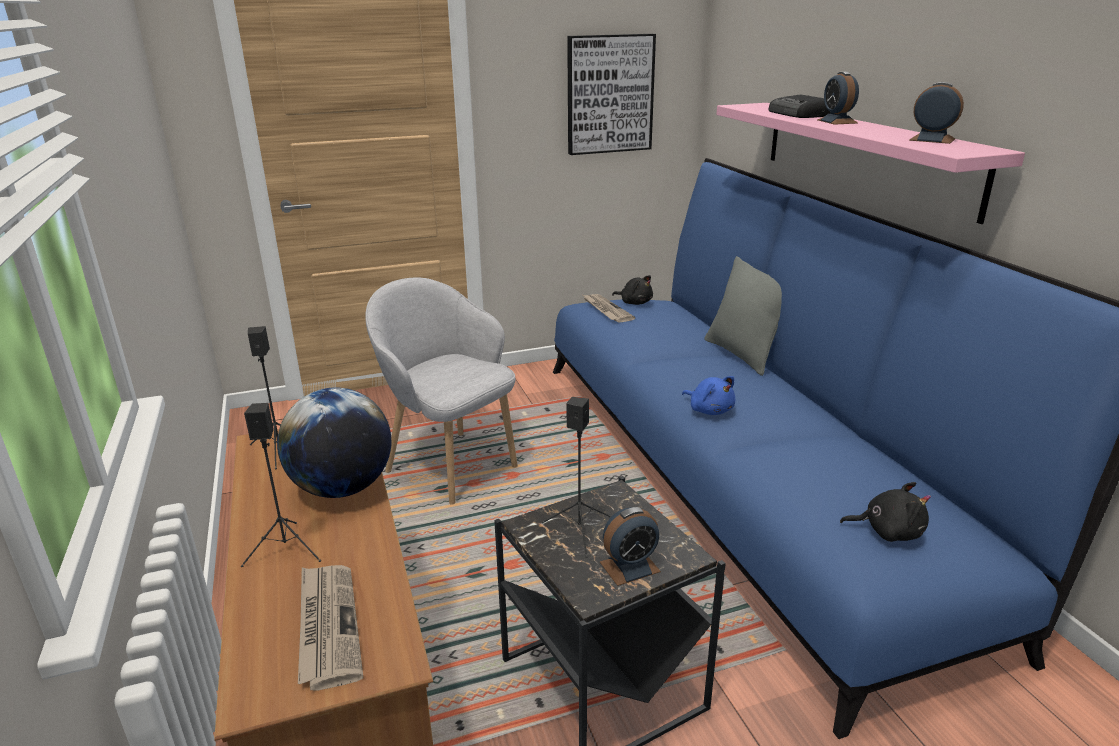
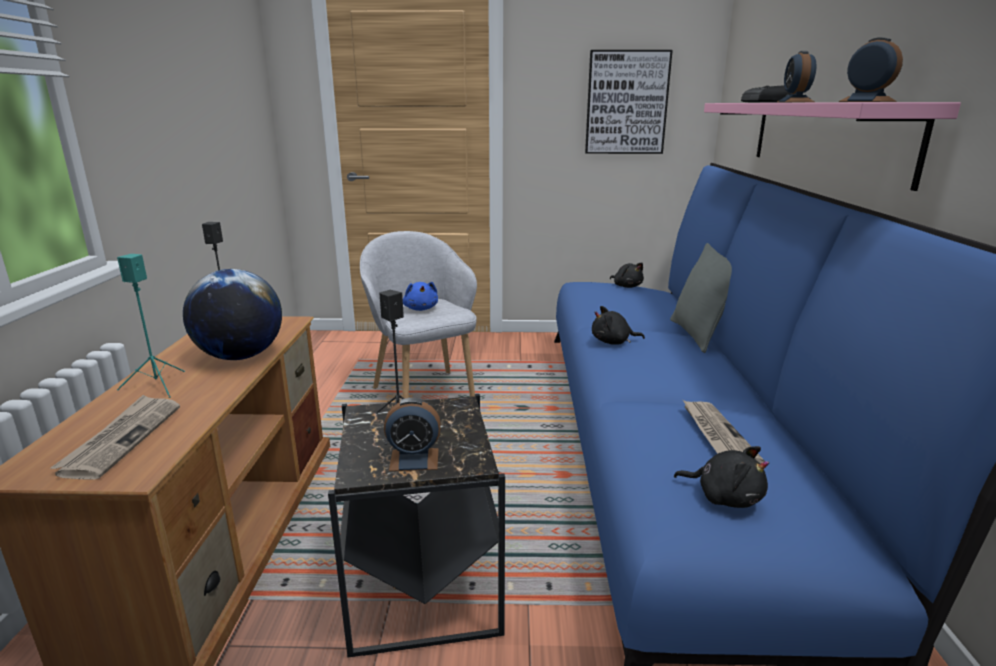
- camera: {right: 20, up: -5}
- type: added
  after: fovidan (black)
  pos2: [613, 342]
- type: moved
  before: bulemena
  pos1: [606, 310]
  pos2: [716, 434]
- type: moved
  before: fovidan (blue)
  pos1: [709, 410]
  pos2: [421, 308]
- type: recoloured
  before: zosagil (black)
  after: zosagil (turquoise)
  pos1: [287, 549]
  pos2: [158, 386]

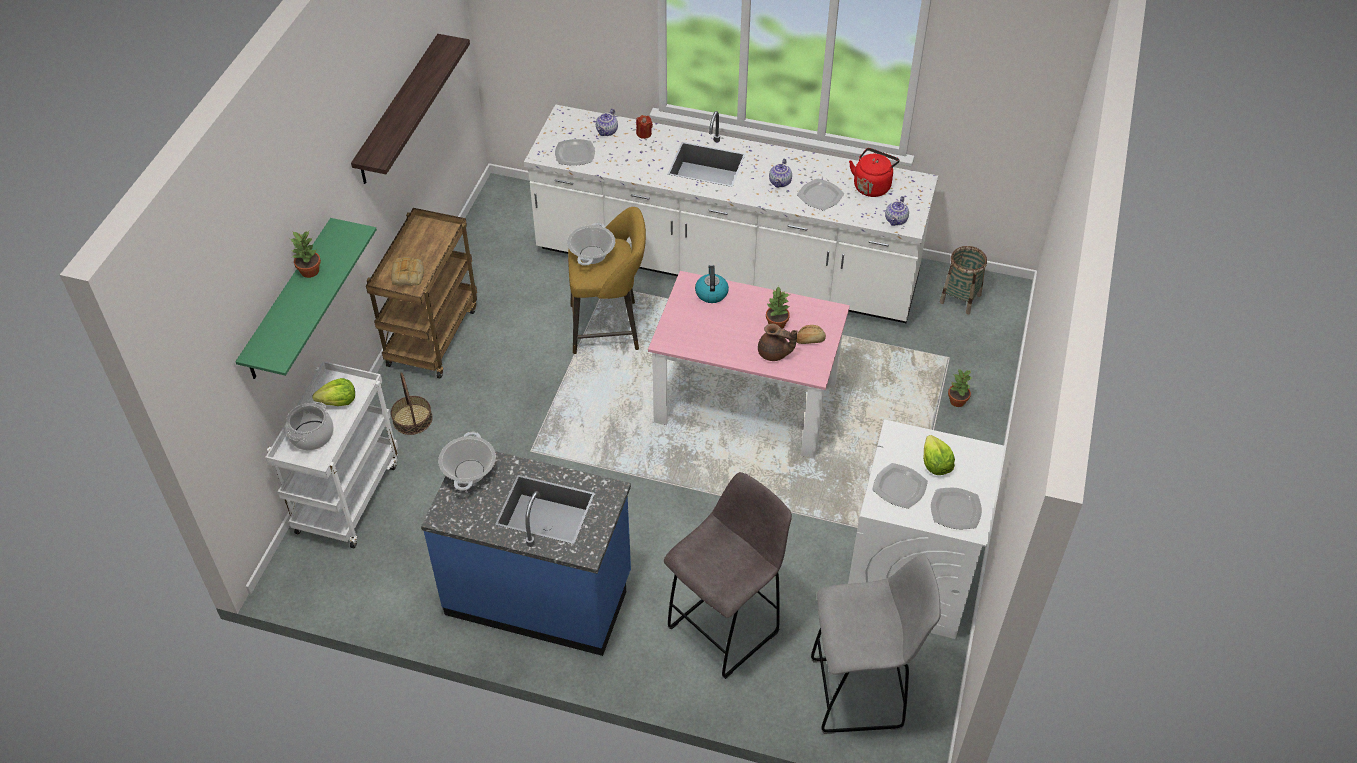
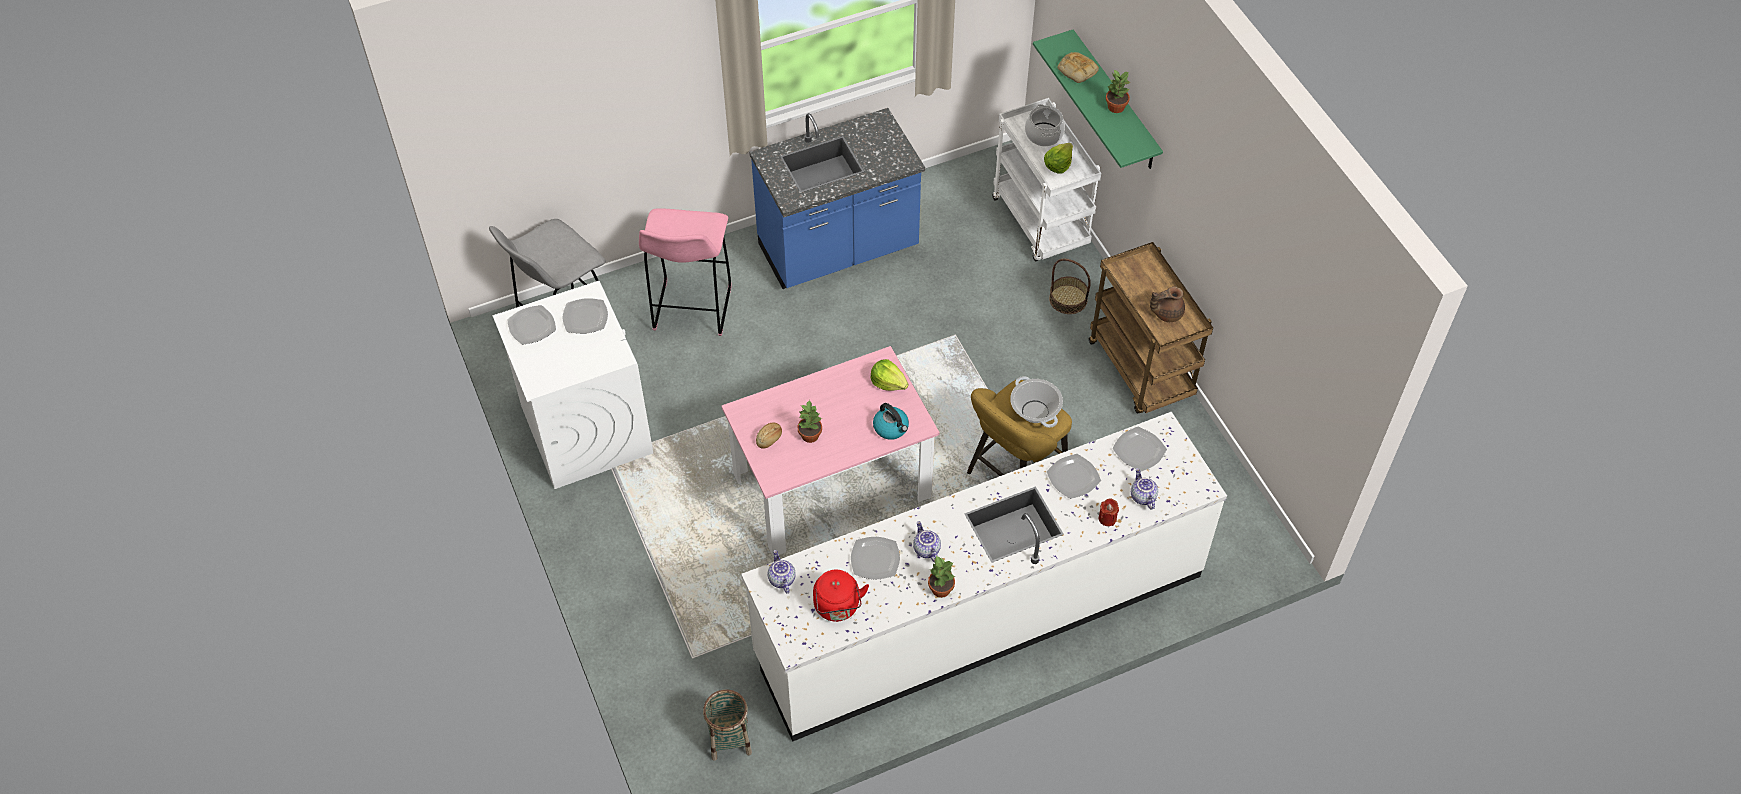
- camera: {right: 140, up: 5}
- type: removed
  before: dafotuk
  pos1: [399, 110]
- type: removed
  before: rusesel
  pos1: [470, 472]
- type: added
  after: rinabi
  pos2: [1074, 477]
- type: moved
  before: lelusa
  pos1: [408, 275]
  pos2: [1076, 70]
- type: moved
  before: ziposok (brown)
  pos1: [774, 353]
  pos2: [1166, 313]
- type: moved
  before: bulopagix
  pos1: [935, 464]
  pos2: [888, 382]
- type: moved
  before: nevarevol
  pos1: [957, 401]
  pos2: [940, 589]
- type: recoloured
  before: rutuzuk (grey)
  after: rutuzuk (pink)
  pos1: [726, 628]
  pos2: [691, 310]

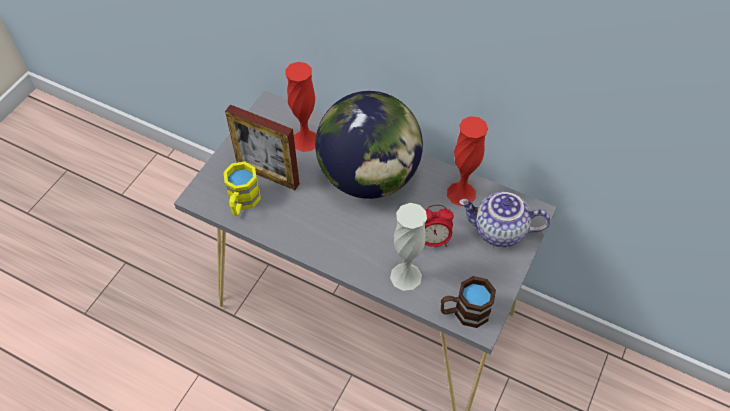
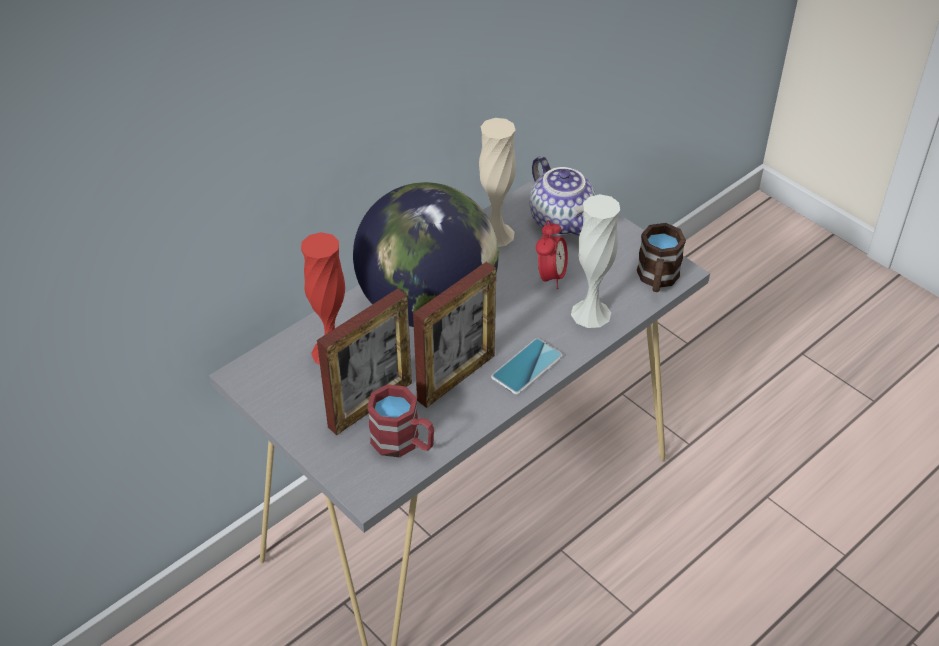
- camera: {right: -70, up: -10}
- type: added
  after: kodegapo
  pos2: [456, 378]
- type: added
  after: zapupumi
  pos2: [527, 367]
- type: recoloured
  before: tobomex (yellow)
  after: tobomex (red)
  pos1: [242, 202]
  pos2: [403, 443]
- type: recoloured
  before: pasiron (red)
  after: pasiron (beige)
  pos1: [461, 193]
  pos2: [495, 234]
- type: turned
  before: ziposok
  pos1: [499, 231]
  pos2: [563, 221]
  turn: -60

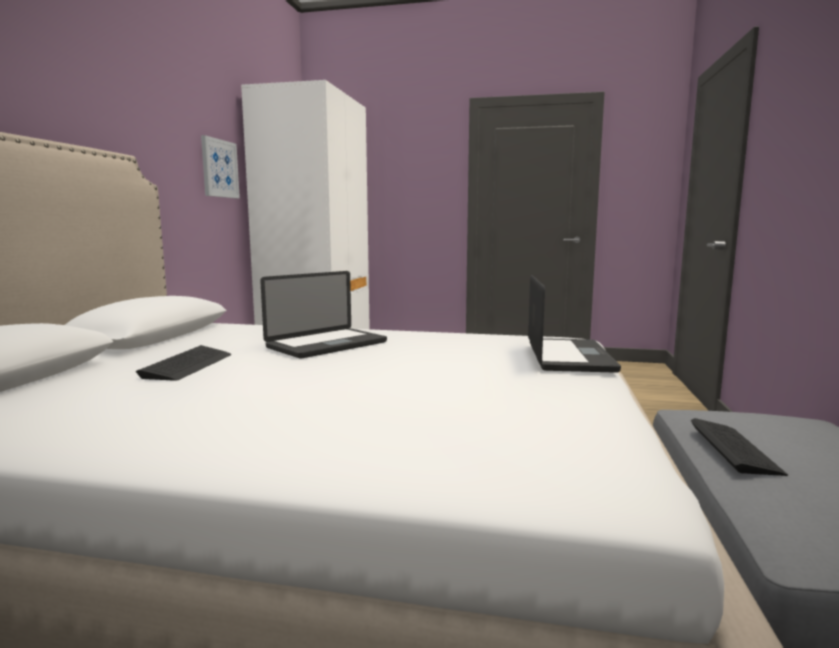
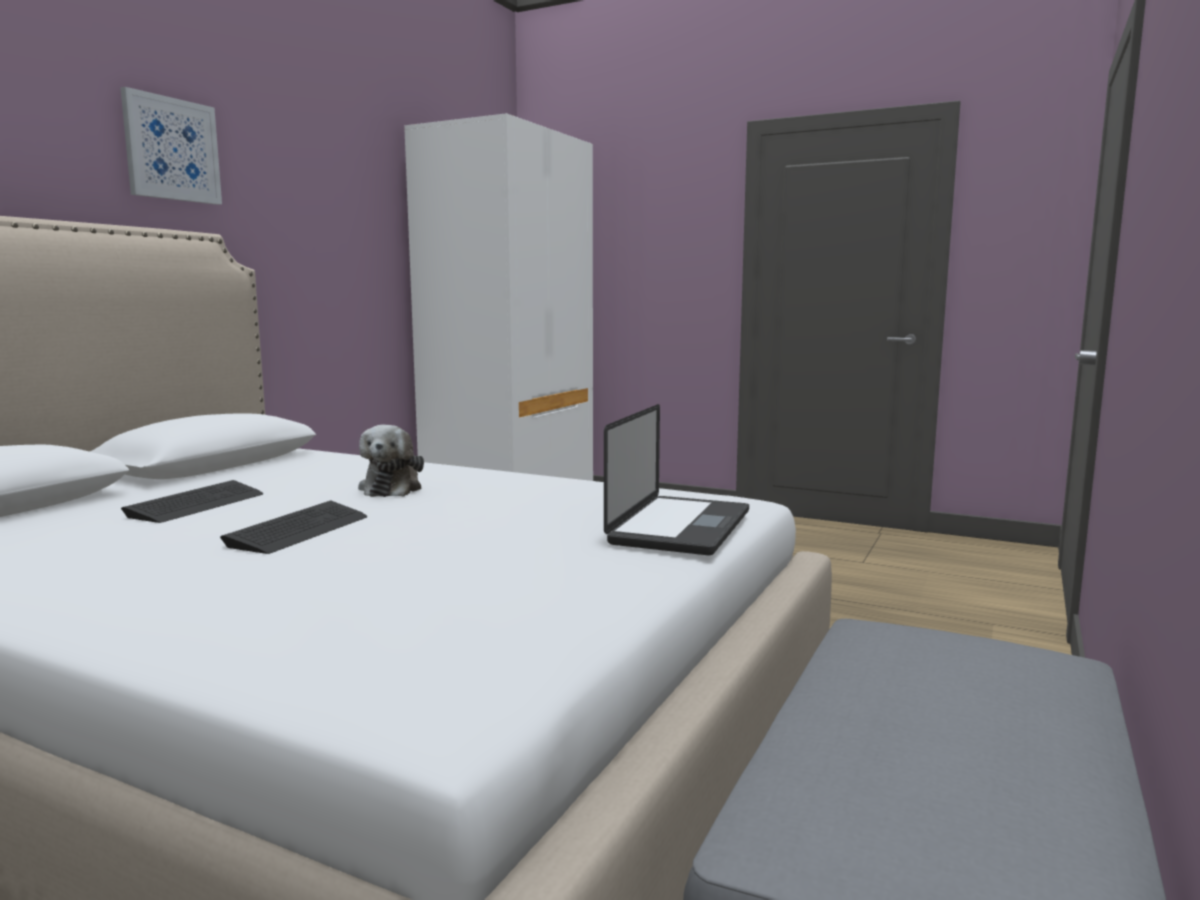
- camera: {right: 15, up: 0}
- type: moved
  before: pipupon
  pos1: [219, 168]
  pos2: [171, 149]
- type: moved
  before: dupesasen
  pos1: [734, 448]
  pos2: [299, 530]
- type: replaced
  before: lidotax
  after: fovidan
  pos1: [327, 345]
  pos2: [392, 488]

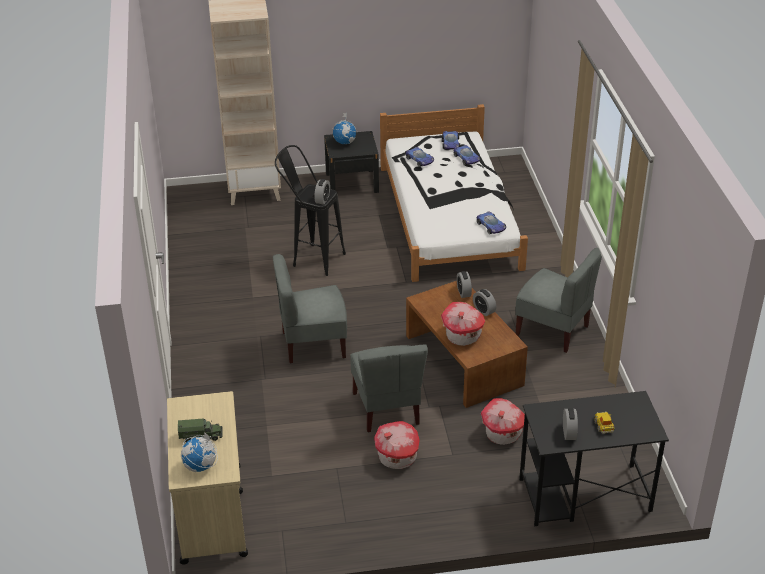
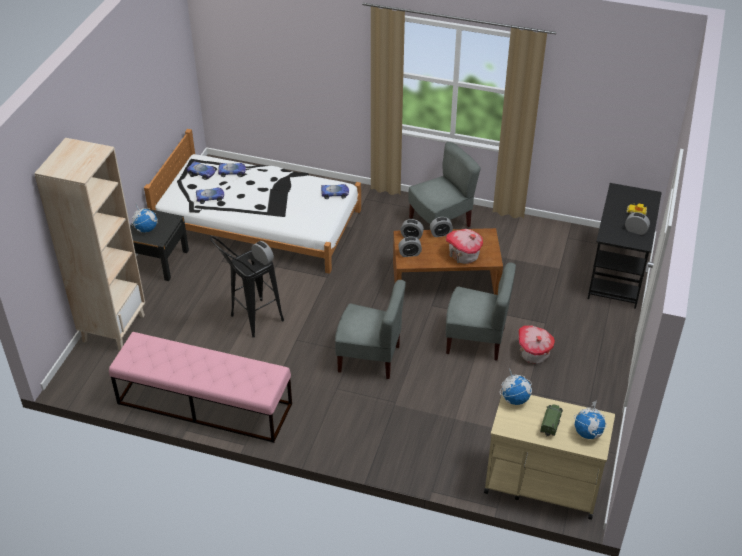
- camera: {right: -65, up: 5}
- type: removed
  before: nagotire
  pos1: [502, 433]
- type: added
  after: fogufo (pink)
  pos2: [204, 404]
- type: added
  after: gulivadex
  pos2: [409, 254]
- type: added
  after: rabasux
  pos2: [515, 399]
- type: turned
  before: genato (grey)
  pos1: [313, 344]
  pos2: [369, 358]
  turn: -90

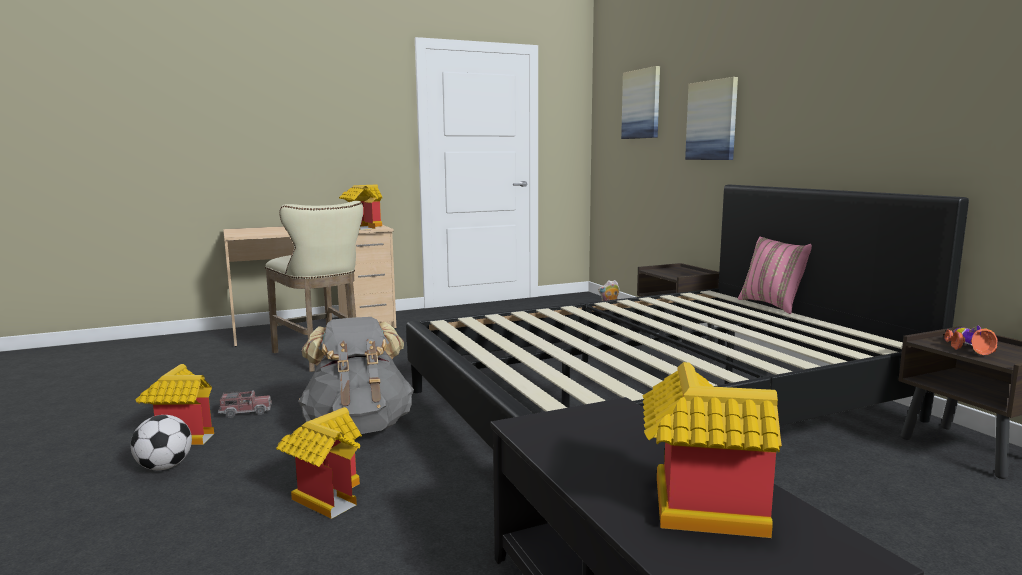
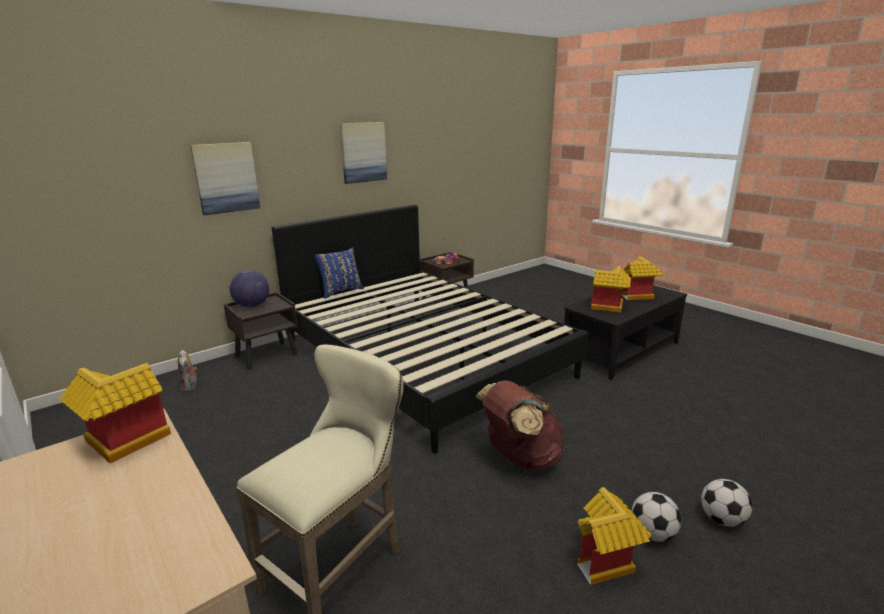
- camera: {right: -105, up: 10}
- type: removed
  before: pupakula
  pos1: [246, 412]
- type: added
  after: rabasux
  pos2: [252, 306]
- type: added
  after: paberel
  pos2: [721, 519]
- type: moved
  before: nagotire
  pos1: [325, 495]
  pos2: [609, 307]
- type: moved
  before: pipupon
  pos1: [641, 104]
  pos2: [363, 152]
- type: recoloured
  before: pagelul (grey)
  after: pagelul (brown)
  pos1: [359, 427]
  pos2: [520, 458]
- type: recoloured
  before: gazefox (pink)
  after: gazefox (blue)
  pos1: [773, 305]
  pos2: [340, 291]

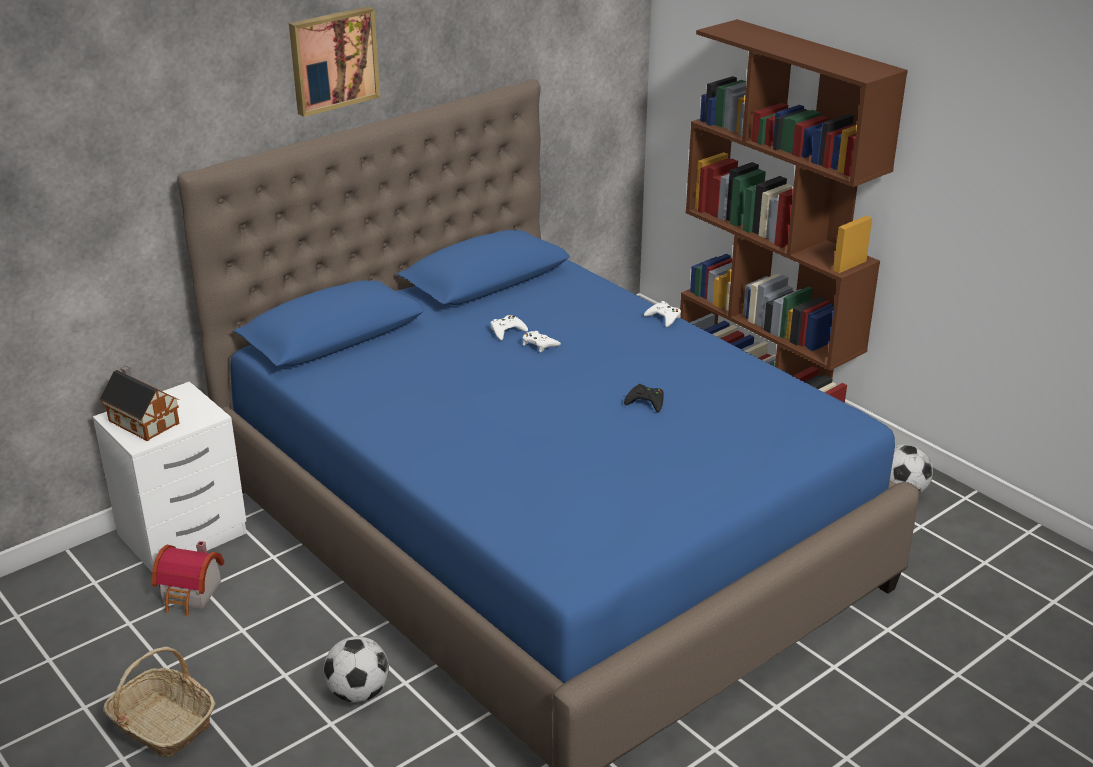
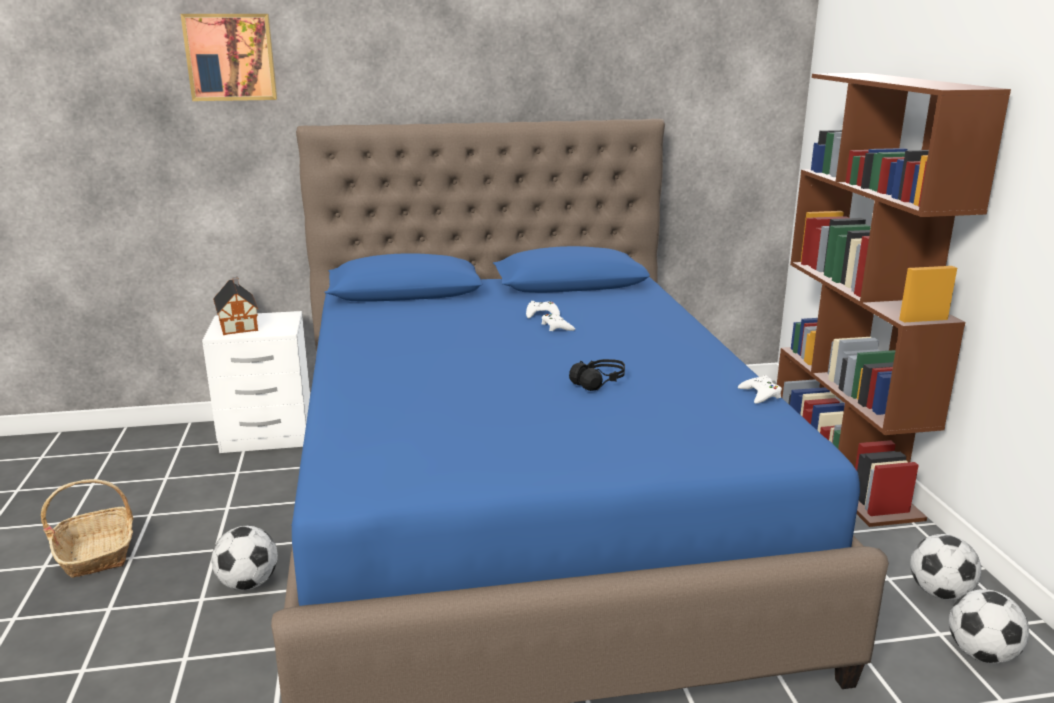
- camera: {right: 30, up: -10}
- type: removed
  before: nagotire
  pos1: [191, 594]
- type: added
  after: paberel
  pos2: [981, 654]
- type: moved
  before: pipupon
  pos1: [332, 60]
  pos2: [231, 57]
- type: moved
  before: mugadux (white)
  pos1: [664, 318]
  pos2: [760, 394]
- type: replaced
  before: mugadux (black)
  after: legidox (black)
  pos1: [645, 402]
  pos2: [599, 382]

